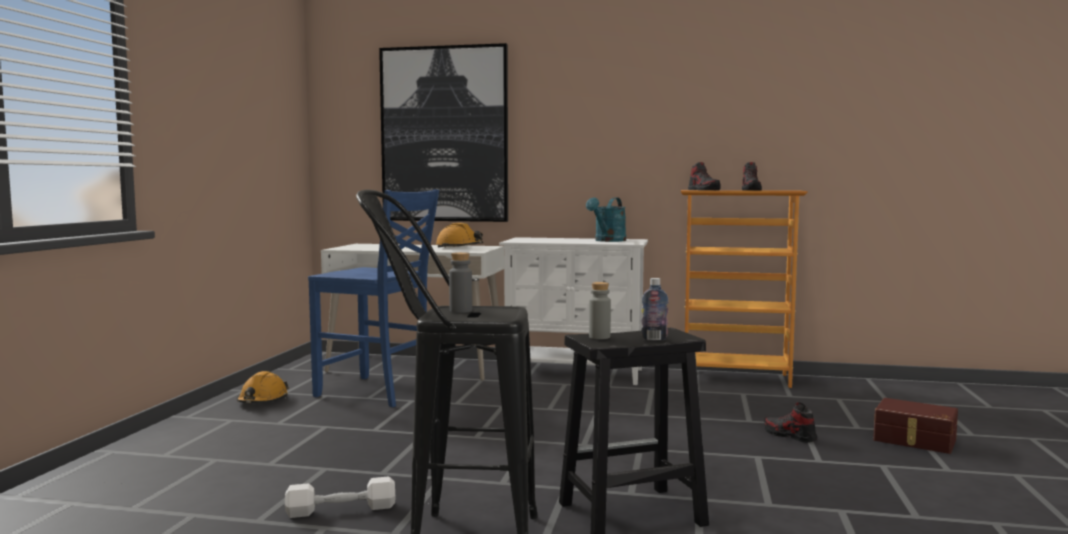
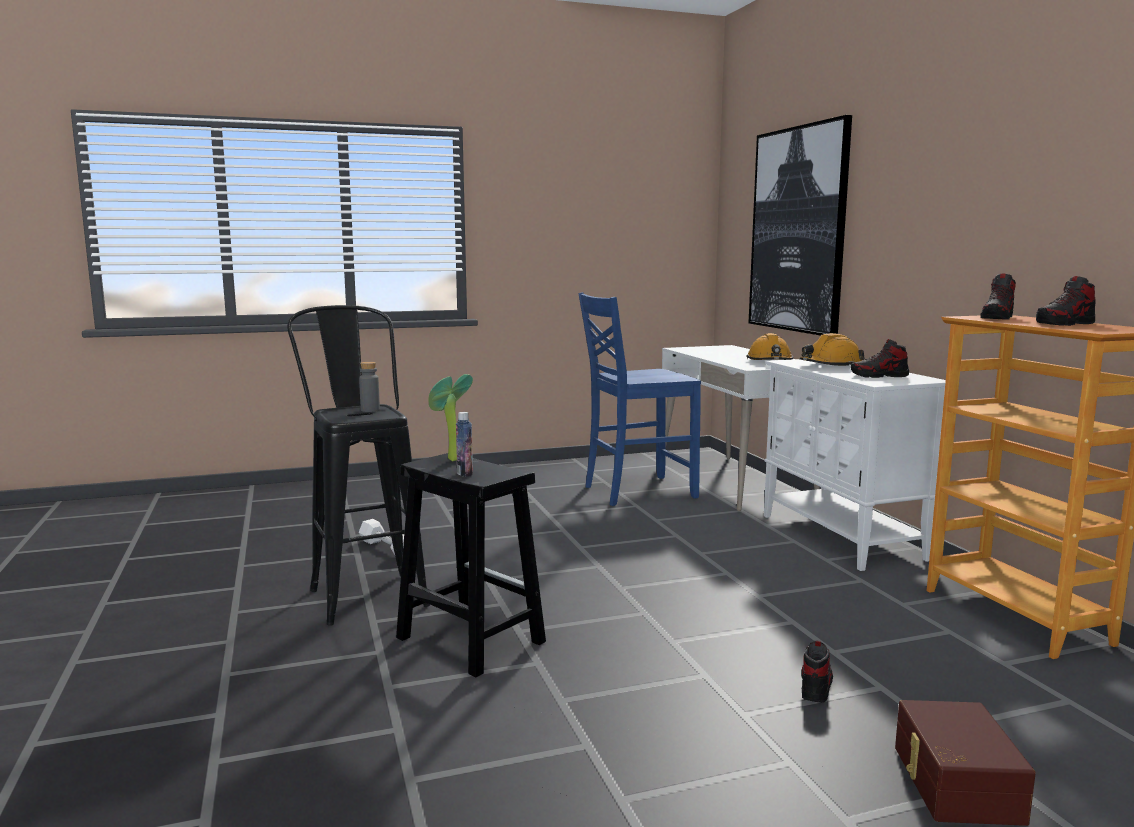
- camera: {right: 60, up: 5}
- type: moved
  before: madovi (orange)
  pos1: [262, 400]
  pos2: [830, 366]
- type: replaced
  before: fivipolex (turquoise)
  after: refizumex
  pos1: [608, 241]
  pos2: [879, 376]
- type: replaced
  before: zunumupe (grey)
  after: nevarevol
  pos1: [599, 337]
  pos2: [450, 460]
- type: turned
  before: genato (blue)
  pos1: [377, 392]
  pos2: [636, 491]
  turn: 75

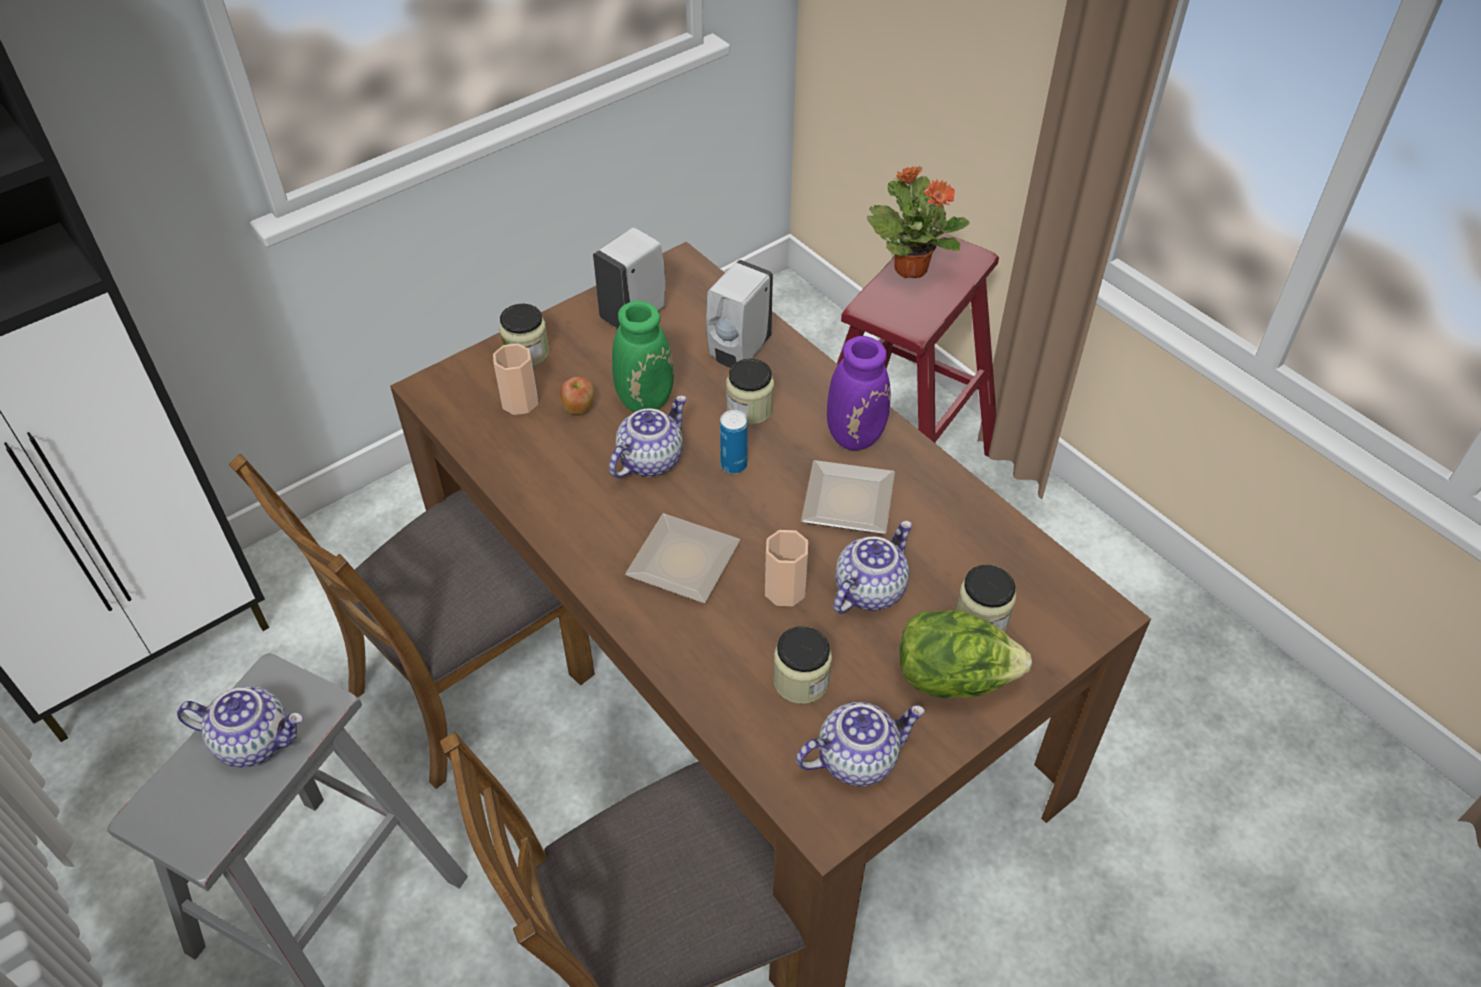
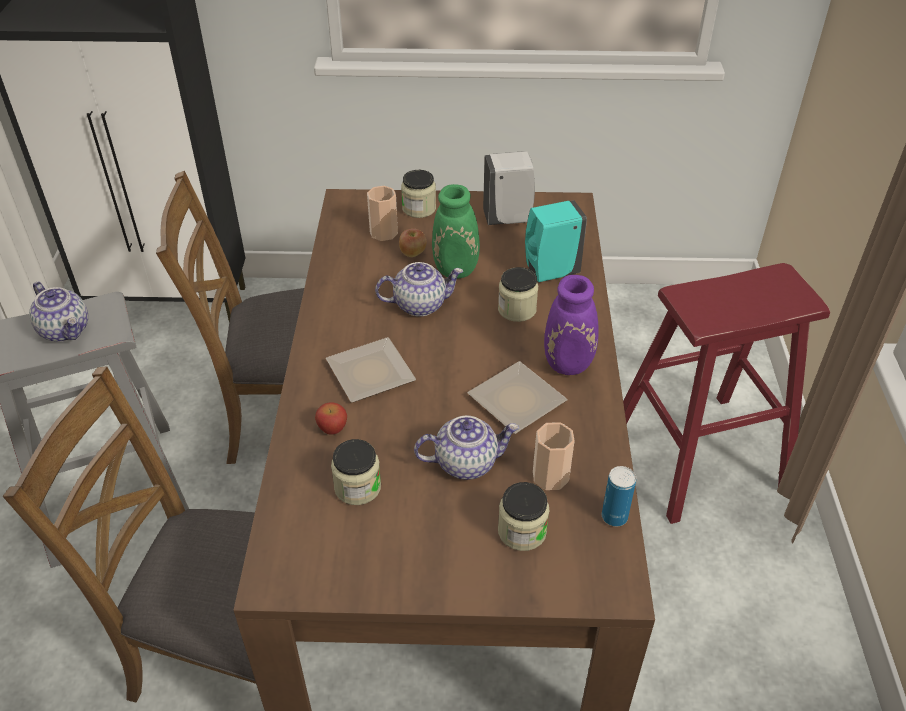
- camera: {right: 40, up: -5}
- type: removed
  before: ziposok
  pos1: [857, 758]
- type: removed
  before: nevarevol
  pos1: [910, 268]
- type: removed
  before: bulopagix
  pos1: [953, 678]
- type: added
  after: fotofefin
  pos2: [332, 428]
- type: moved
  before: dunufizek
  pos1: [733, 465]
  pos2: [614, 516]
- type: moved
  before: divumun
  pos1: [785, 590]
  pos2: [550, 476]
- type: recoloured
  before: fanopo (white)
  after: fanopo (turquoise)
  pos1: [738, 352]
  pos2: [549, 272]

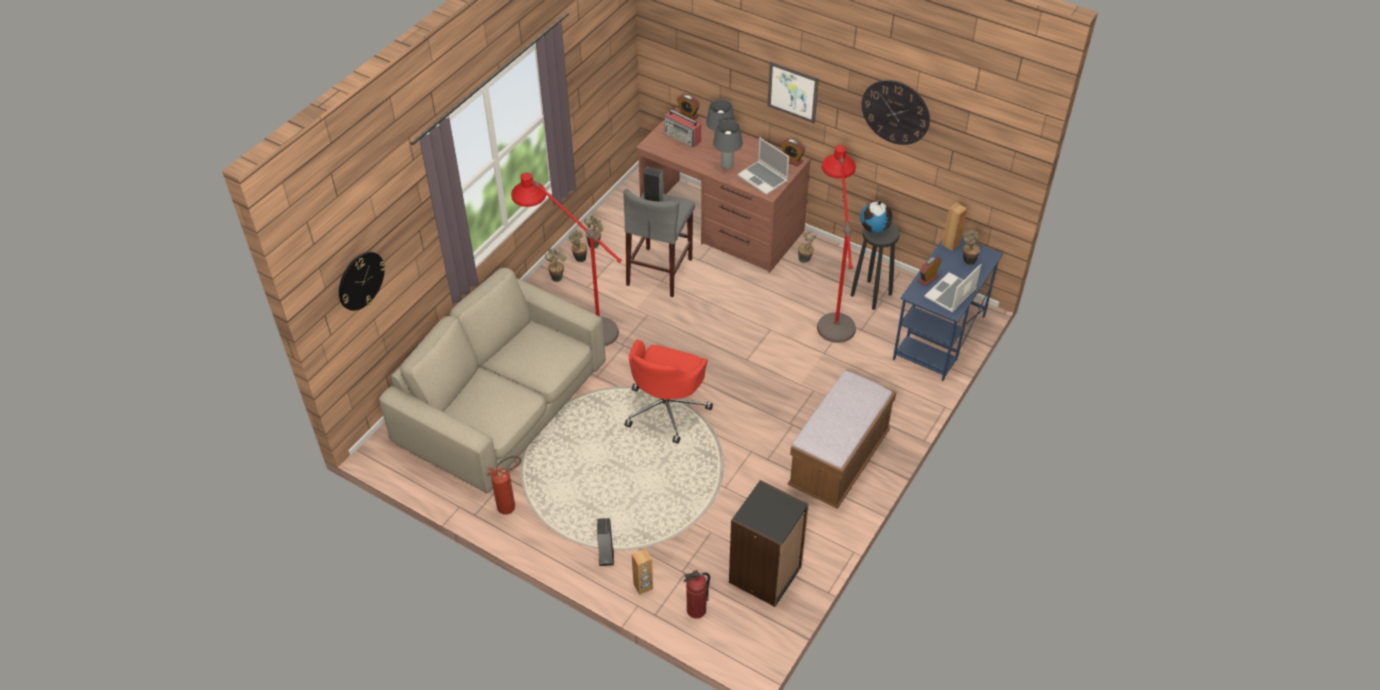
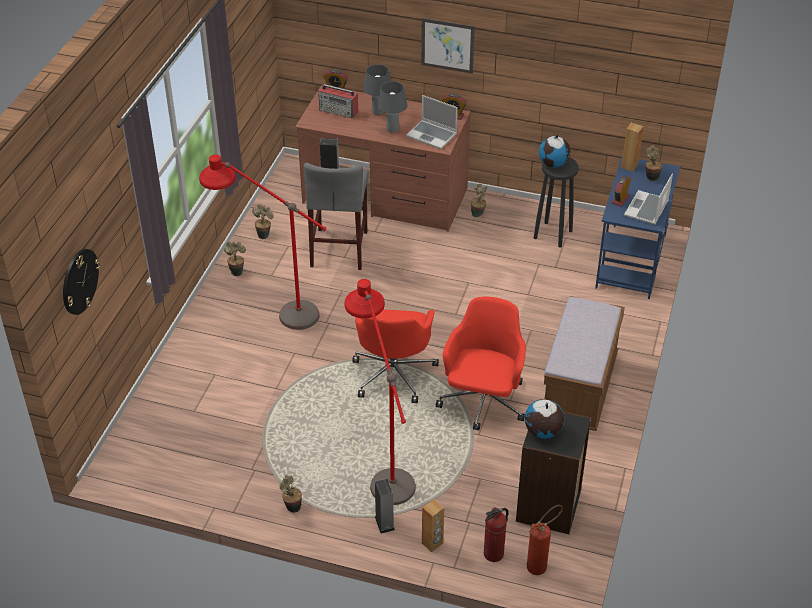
- camera: {right: -15, up: -5}
- type: removed
  before: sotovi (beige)
  pos1: [503, 403]
- type: removed
  before: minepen
  pos1: [895, 112]
- type: added
  after: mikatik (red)
  pos2: [483, 402]
- type: added
  after: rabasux
  pos2: [542, 432]
- type: moved
  before: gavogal
  pos1: [511, 506]
  pos2: [540, 565]
- type: moved
  before: nevarevol
  pos1: [579, 258]
  pos2: [292, 507]
- type: moved
  before: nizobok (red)
  pos1: [832, 308]
  pos2: [382, 463]

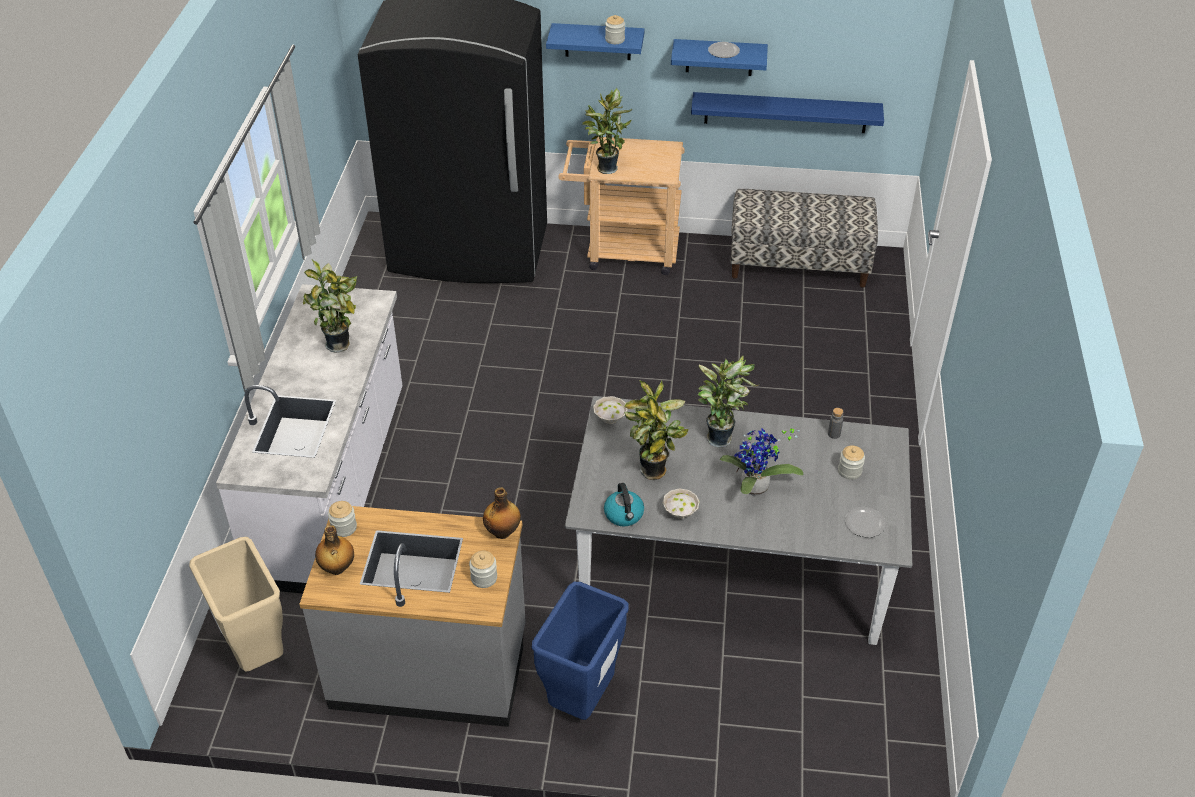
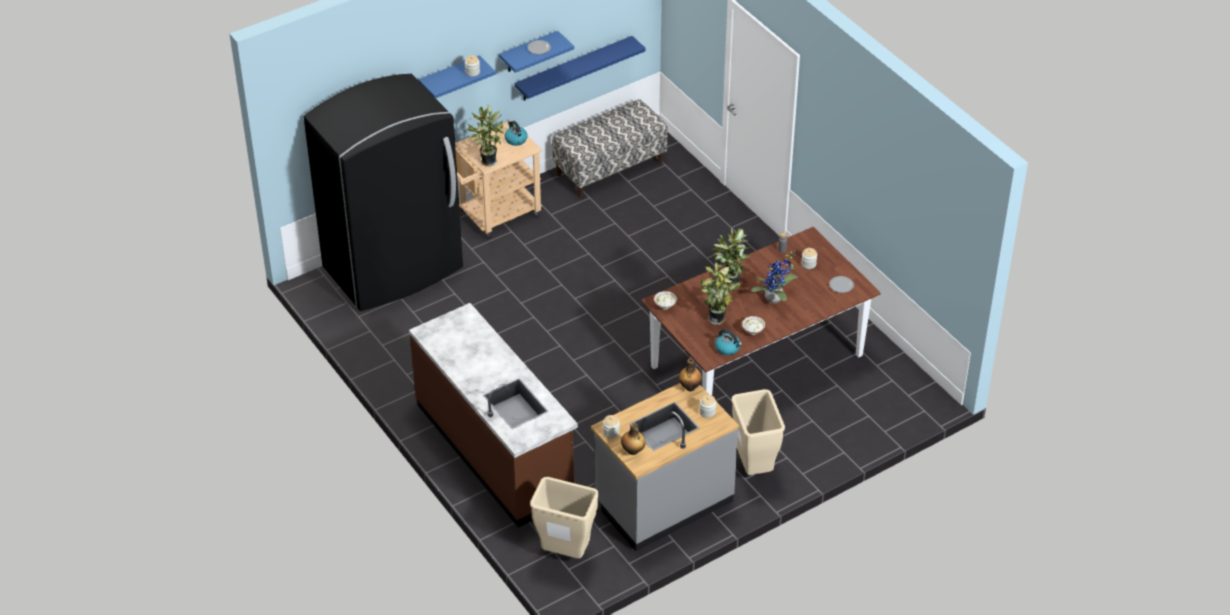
- camera: {right: -40, up: 0}
- type: removed
  before: nevarevol
  pos1: [341, 345]
- type: added
  after: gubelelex
  pos2: [515, 139]
- type: recoloured
  before: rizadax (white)
  after: rizadax (brown)
  pos1: [334, 487]
  pos2: [495, 450]
- type: recoloured
  before: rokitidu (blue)
  after: rokitidu (beige)
  pos1: [581, 702]
  pos2: [754, 468]
- type: recoloured
  before: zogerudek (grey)
  after: zogerudek (brown)
  pos1: [731, 568]
  pos2: [757, 361]

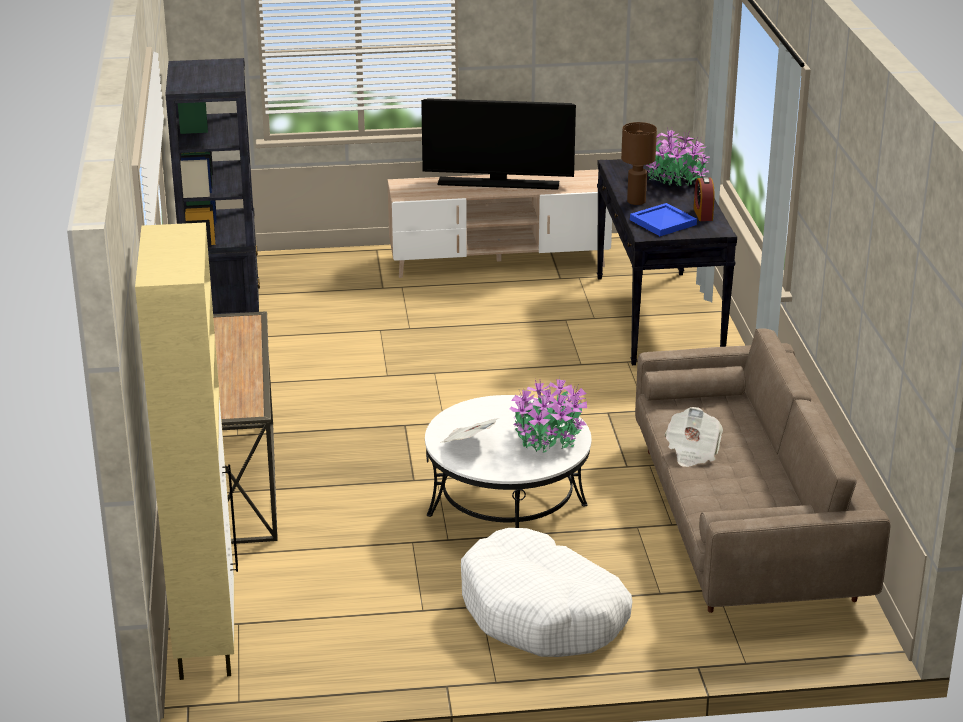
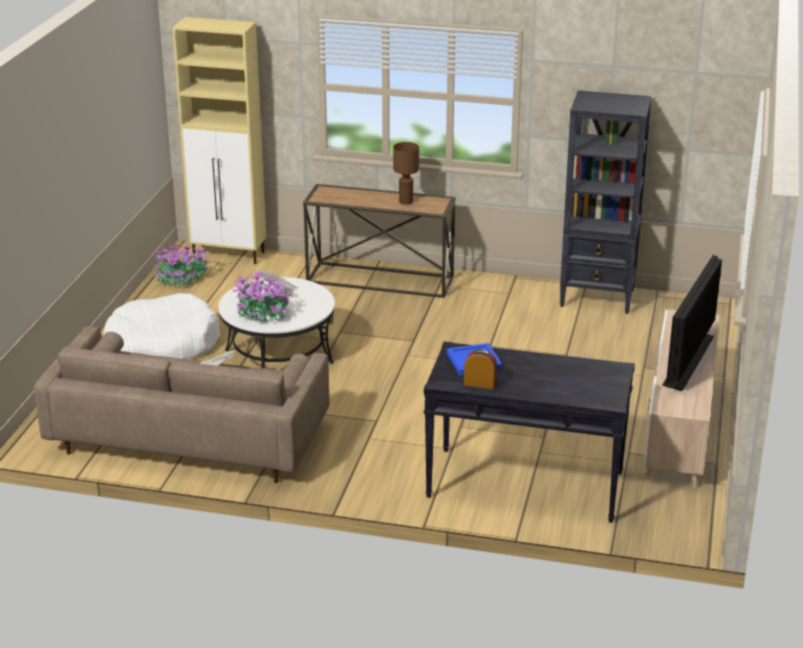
- camera: {right: 110, up: 0}
- type: moved
  before: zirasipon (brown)
  pos1: [636, 202]
  pos2: [406, 201]
- type: moved
  before: nevarevol
  pos1: [674, 179]
  pos2: [181, 280]

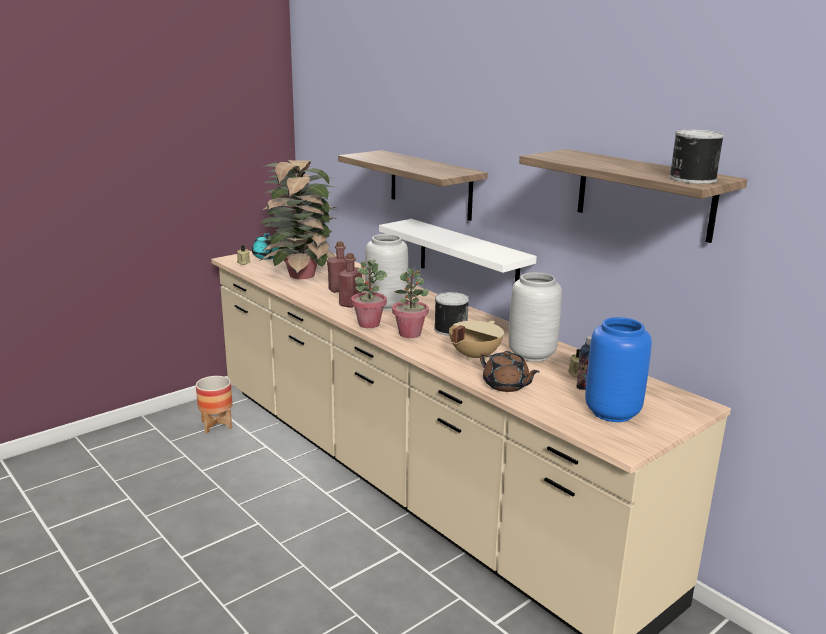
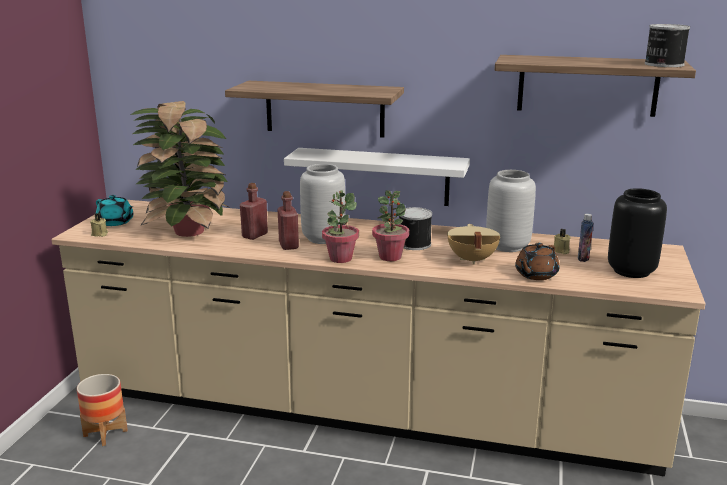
- camera: {right: -35, up: 0}
- type: recoloured
  before: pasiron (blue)
  after: pasiron (black)
  pos1: [613, 412]
  pos2: [632, 271]
- type: turned
  before: ziposok (brown)
  pos1: [506, 385]
  pos2: [535, 275]
  turn: 120

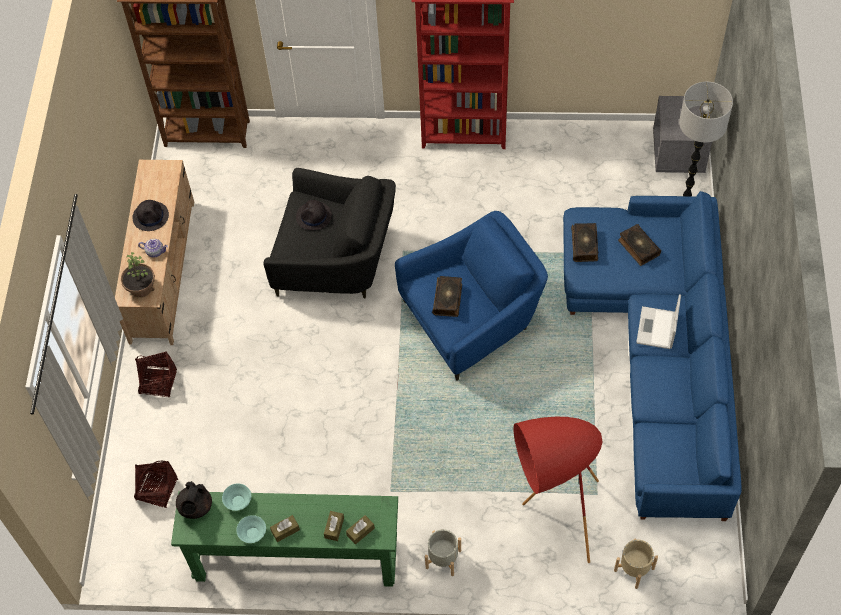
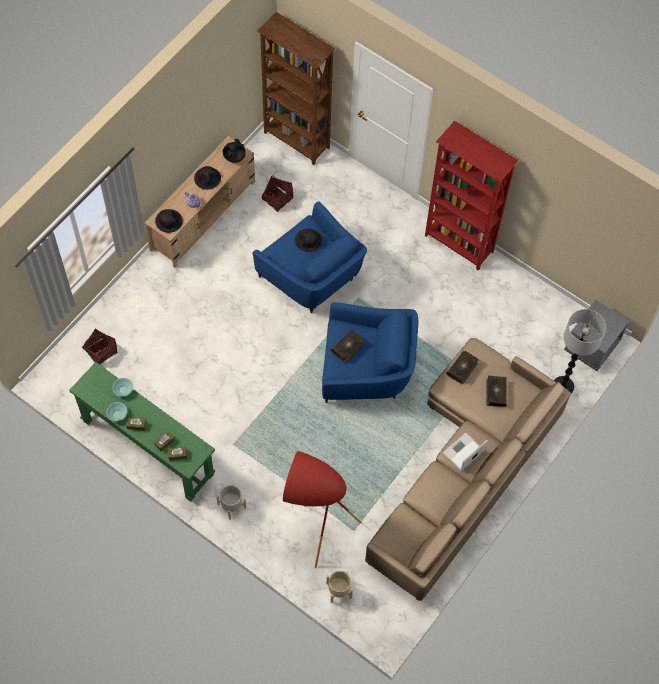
- camera: {right: 30, up: 5}
- type: moved
  before: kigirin
  pos1: [158, 382]
  pos2: [277, 199]
- type: moved
  before: ziposok (black)
  pos1: [195, 507]
  pos2: [234, 157]
- type: replaced
  before: nevarevol
  after: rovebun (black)
  pos1: [140, 287]
  pos2: [168, 221]
- type: recoloured
  before: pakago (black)
  after: pakago (blue)
  pos1: [336, 261]
  pos2: [312, 277]
- type: recoloured
  before: sotovi (blue)
  after: sotovi (beige)
  pos1: [657, 352]
  pos2: [465, 469]

